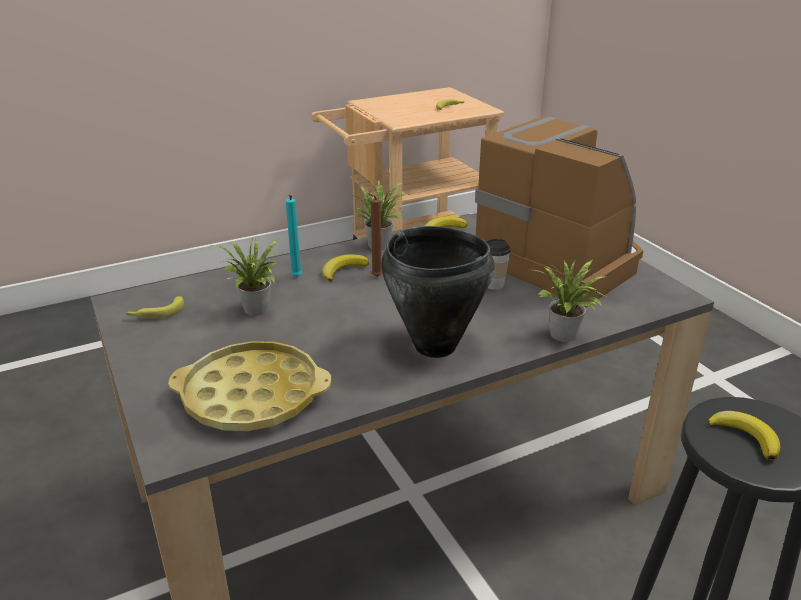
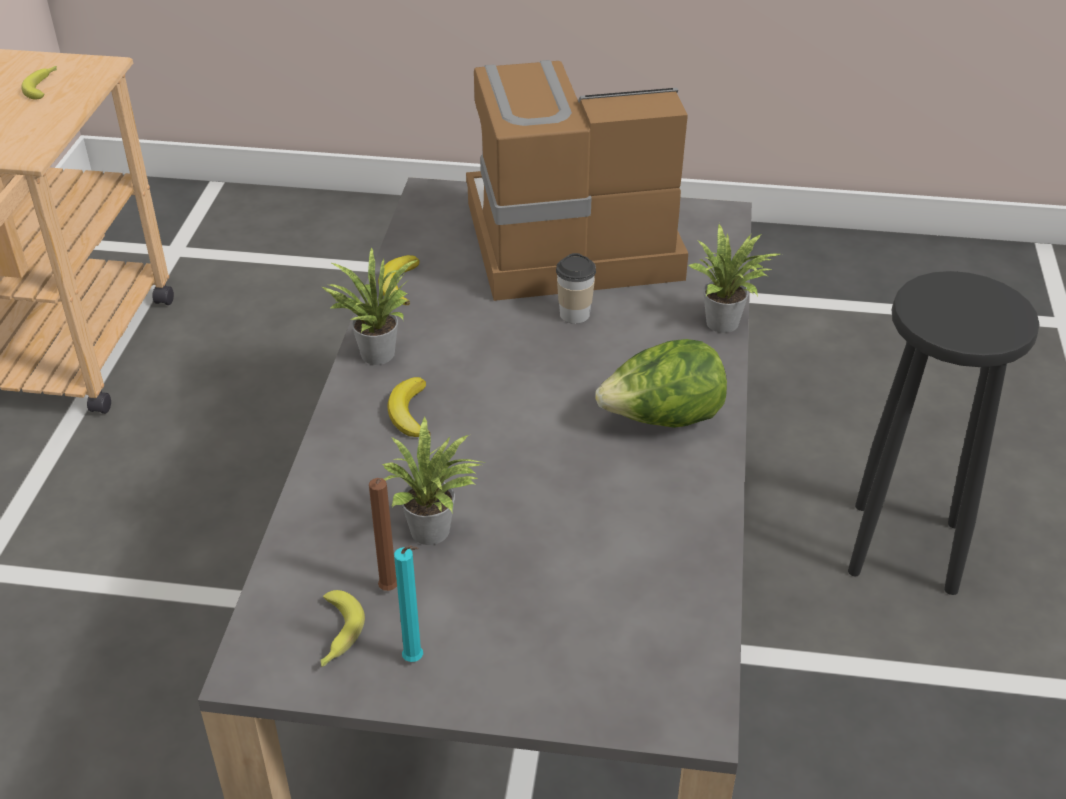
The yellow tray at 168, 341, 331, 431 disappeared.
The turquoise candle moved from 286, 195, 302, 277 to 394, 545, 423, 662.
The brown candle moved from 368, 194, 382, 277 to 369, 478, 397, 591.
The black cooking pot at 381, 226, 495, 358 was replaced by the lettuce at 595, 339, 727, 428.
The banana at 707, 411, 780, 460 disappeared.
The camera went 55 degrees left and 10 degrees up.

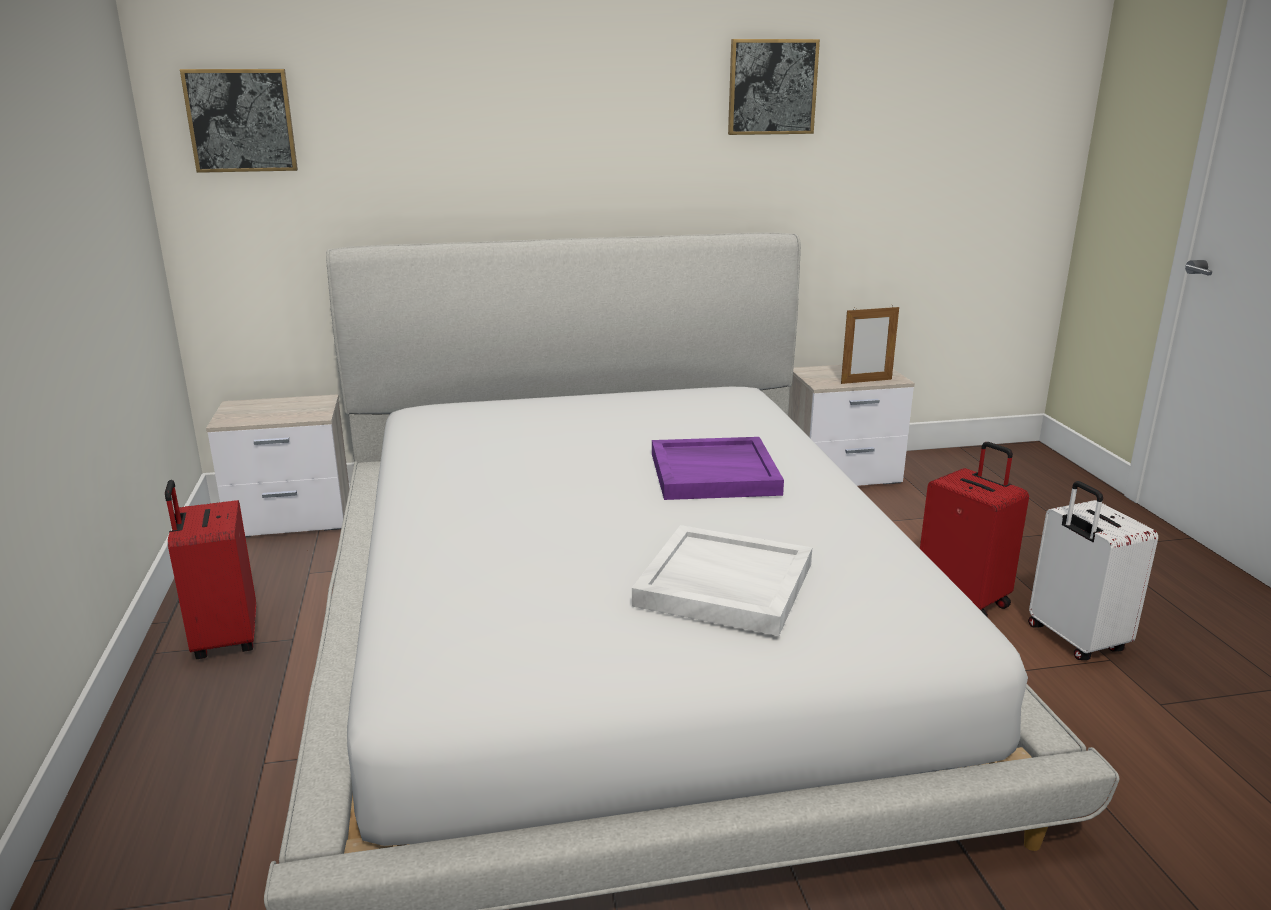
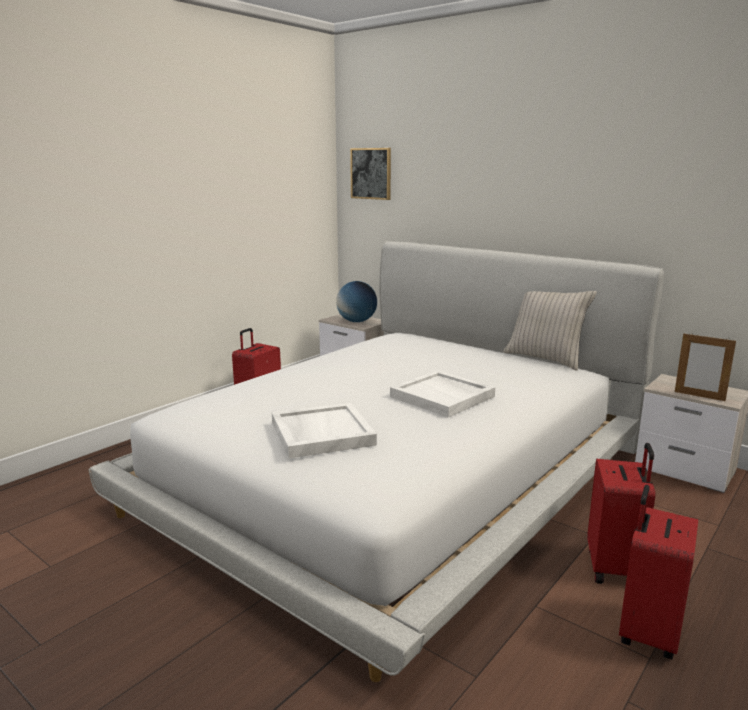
The purple tray at 652, 437, 784, 500 became the white tray at 390, 370, 495, 417.
The picture at 728, 39, 820, 135 disappeared.
The white suitcase at 1028, 481, 1158, 660 became the red suitcase at 619, 485, 698, 659.
The globe at 336, 281, 377, 322 appeared.
The beige pillow at 504, 291, 597, 371 appeared.
The camera went 50 degrees right and 5 degrees down.

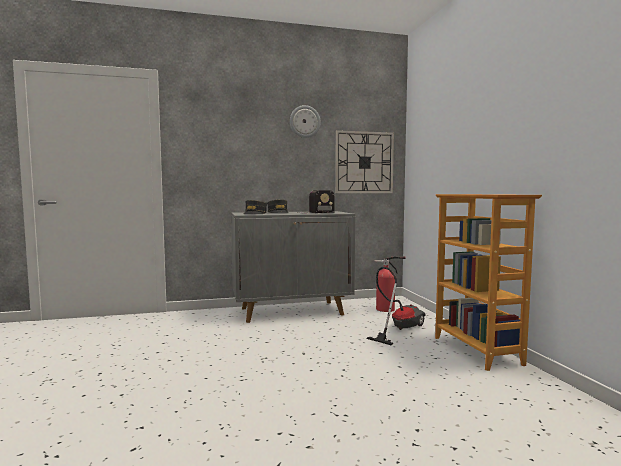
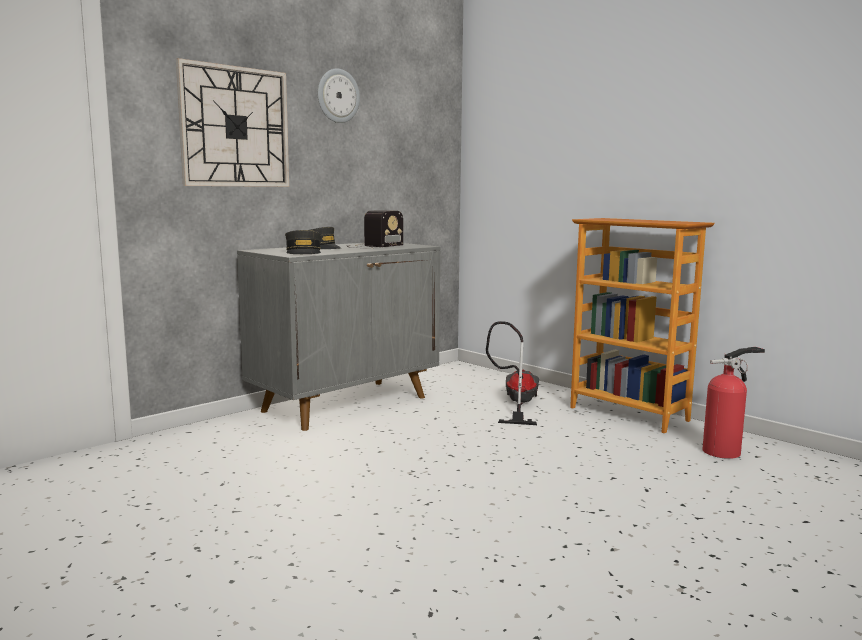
The wall clock moved from 335, 130, 394, 193 to 176, 58, 289, 187.
The fire extinguisher moved from 375, 256, 405, 312 to 702, 347, 765, 459.
The camera went 30 degrees left and 5 degrees up.

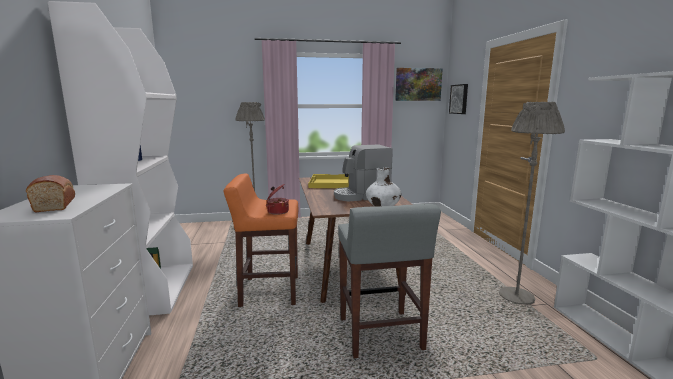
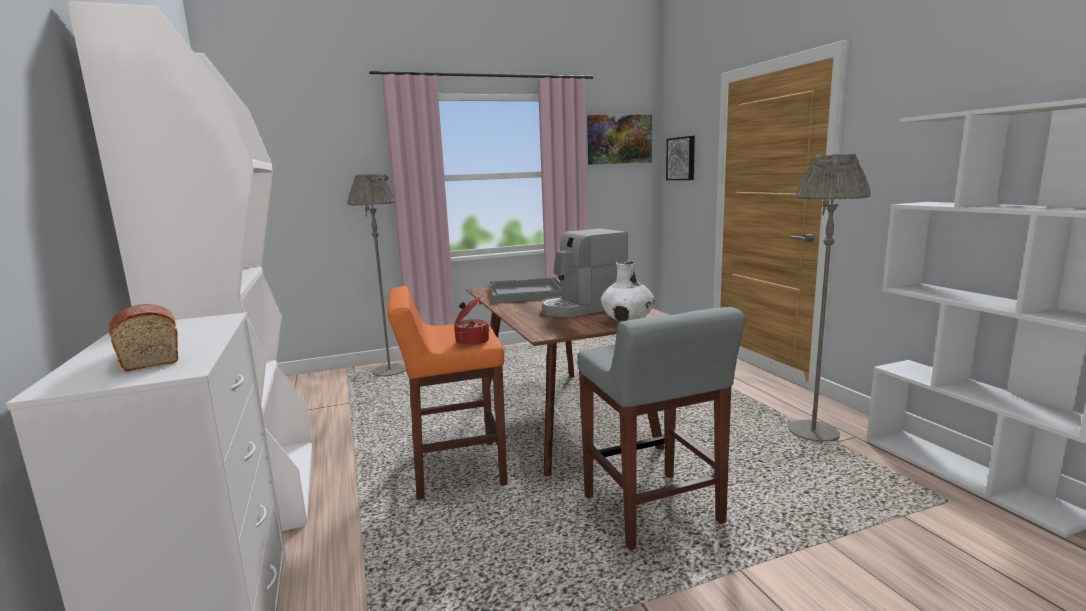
The yellow tray at 308, 174, 349, 188 became the grey tray at 489, 277, 561, 303.
The camera went 10 degrees left and 0 degrees up.

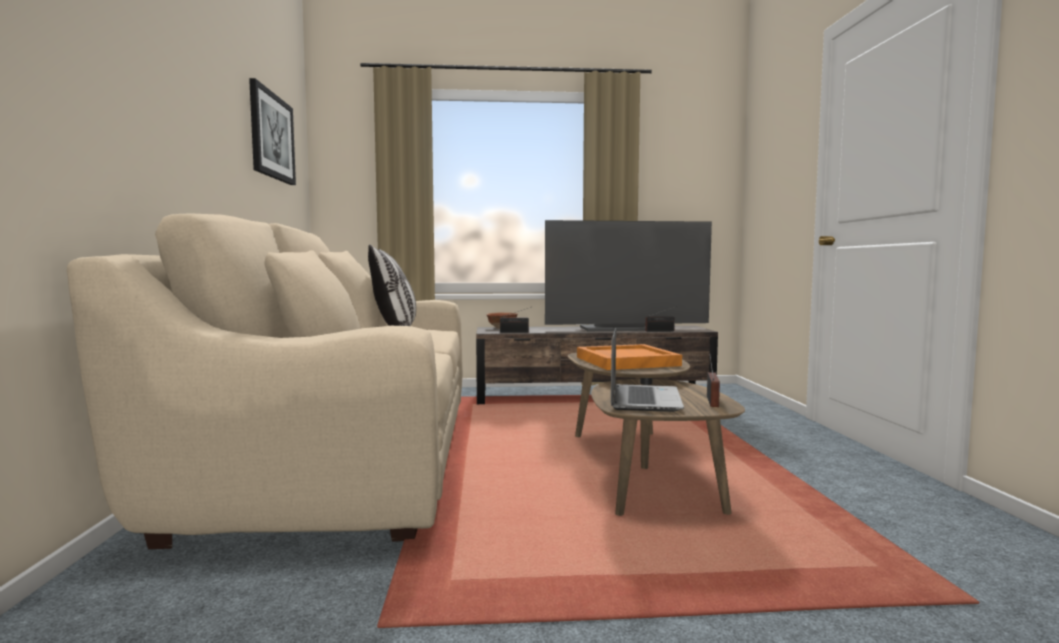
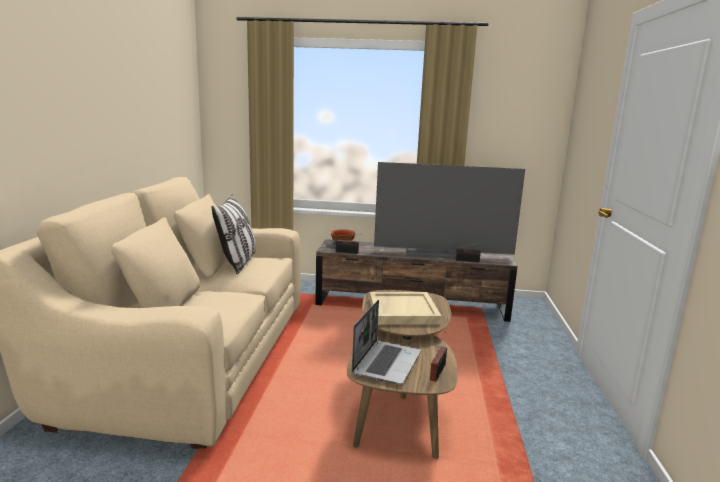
The picture at 249, 78, 296, 185 disappeared.
The orange tray at 577, 344, 682, 370 became the beige tray at 369, 292, 441, 325.
The camera went 10 degrees right and 10 degrees up.

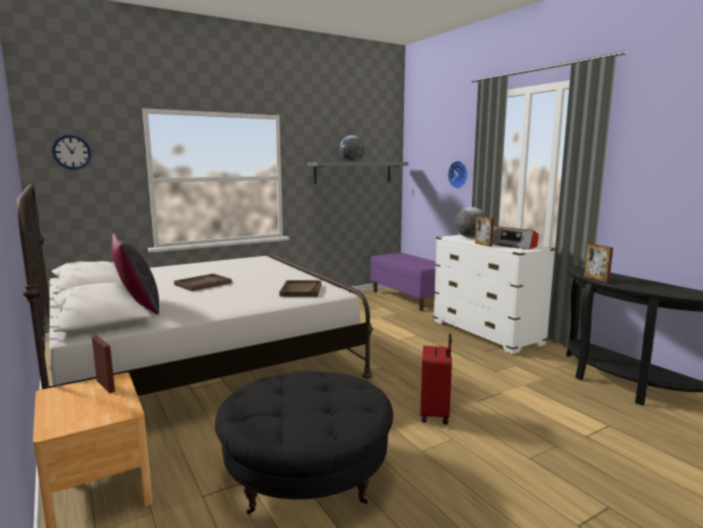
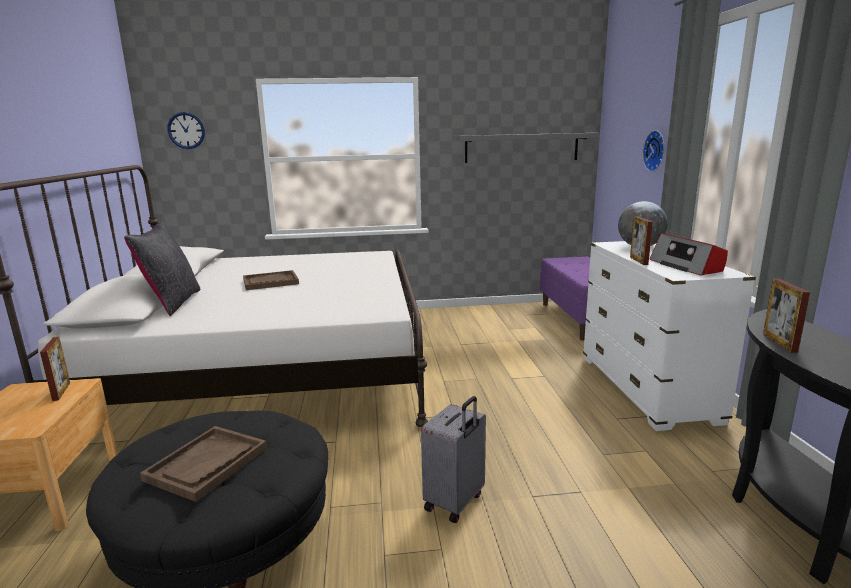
The brown tray moved from 279, 280, 321, 297 to 140, 426, 267, 502.
The globe at 339, 135, 365, 162 disappeared.
The red suitcase at 420, 334, 452, 425 became the grey suitcase at 421, 396, 486, 523.
The camera went 25 degrees right and 5 degrees up.

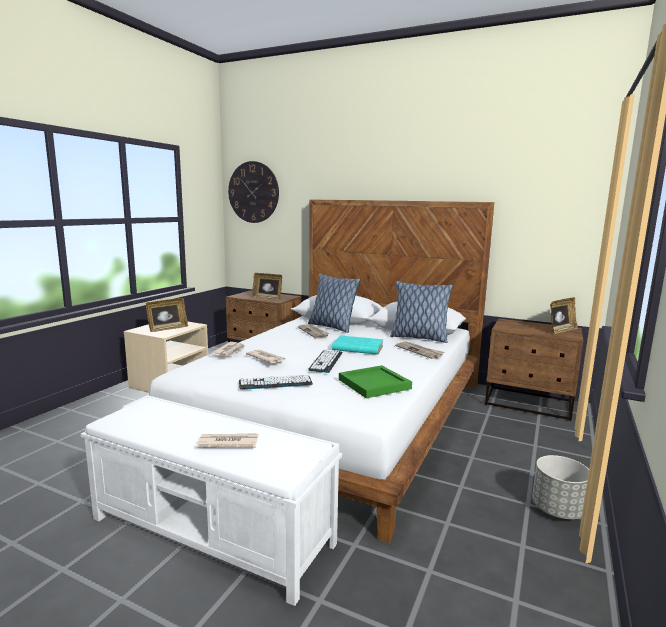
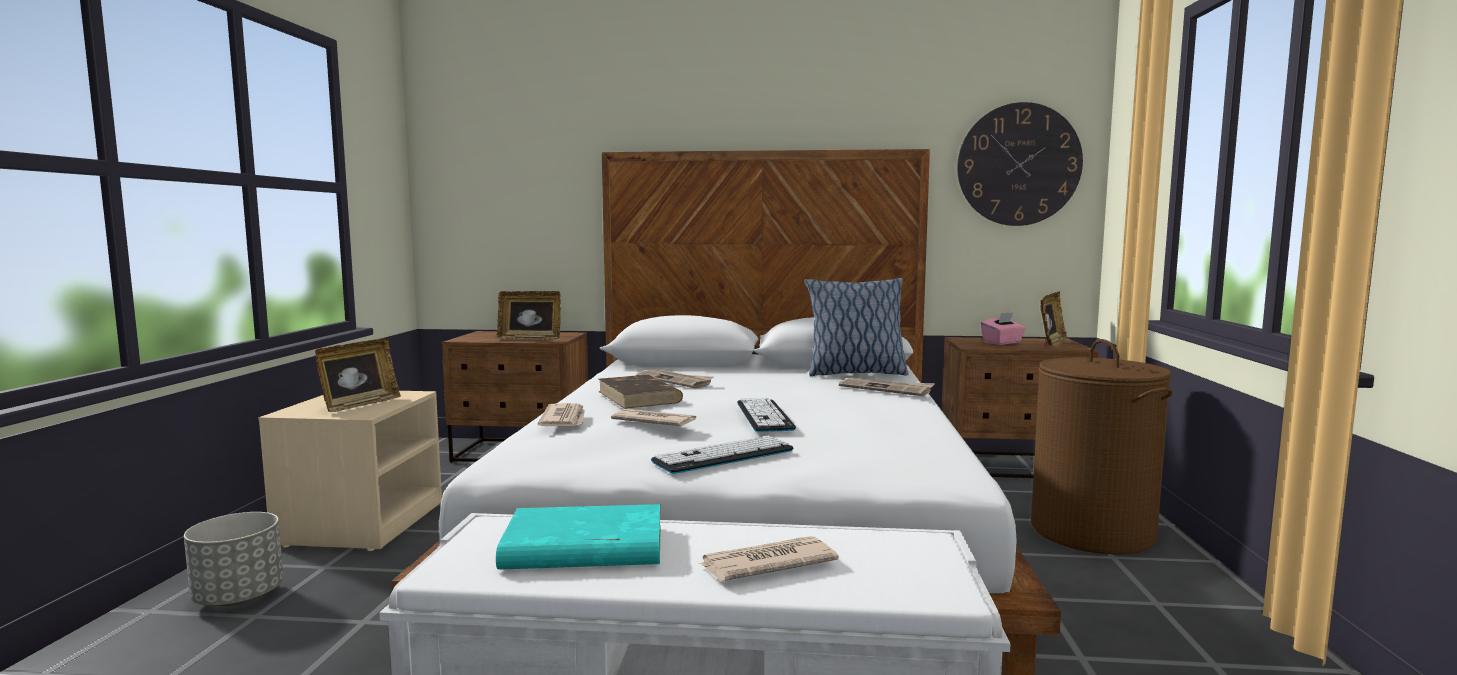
The wall clock moved from 228, 161, 279, 223 to 957, 102, 1083, 226.
The pillow at 308, 274, 361, 333 disappeared.
The turquoise book moved from 332, 335, 384, 355 to 496, 504, 661, 570.
The green tray at 339, 365, 412, 398 disappeared.
The grey planter moved from 532, 455, 589, 519 to 184, 512, 284, 606.
The brown book at 598, 375, 683, 409 appeared.
The pink tissue box at 981, 312, 1026, 345 appeared.
The brown laundry basket at 1031, 339, 1172, 555 appeared.
The camera went 20 degrees left and 5 degrees down.

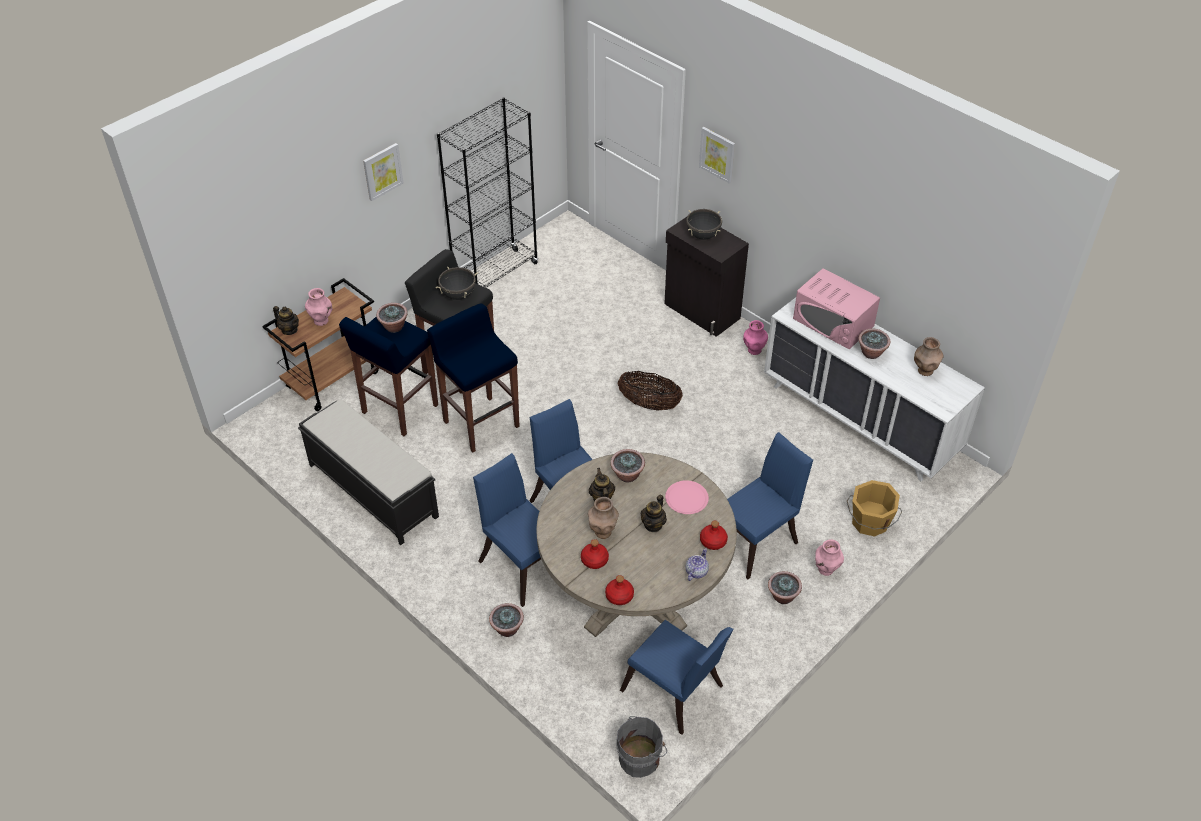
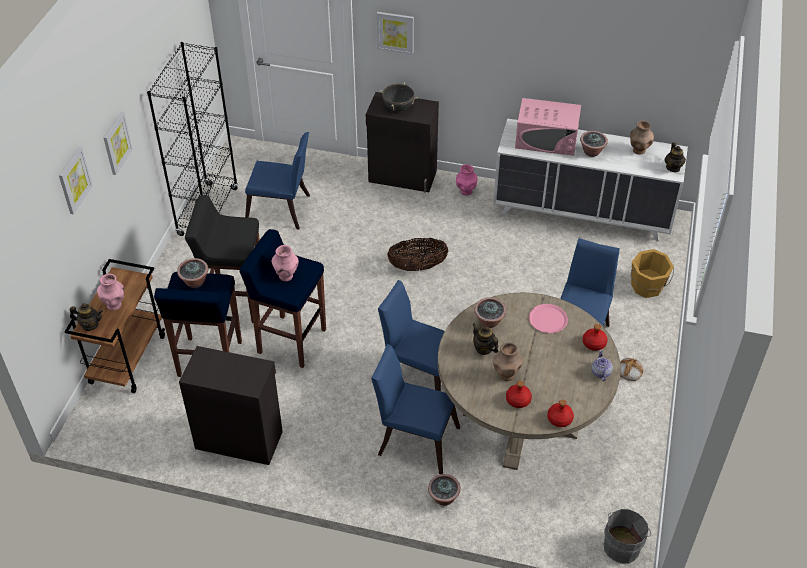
The black bench at 298, 399, 439, 545 was replaced by the black cabinet at 179, 346, 283, 465.
The black cooking pot at 435, 266, 478, 300 disappeared.
The blue chair moved from 620, 620, 734, 735 to 245, 132, 310, 230.
The teapot moved from 641, 495, 667, 532 to 664, 142, 686, 172.
The potted plant at 768, 571, 802, 604 was replaced by the bread at 620, 358, 643, 381.
The pink vase moved from 815, 539, 844, 576 to 272, 245, 299, 281.
The picture at 59, 147, 93, 214 appeared.
The camera went 30 degrees left and 0 degrees up.

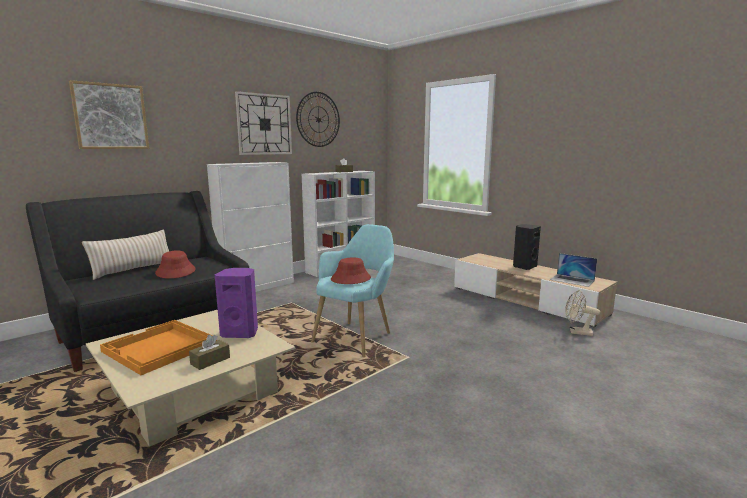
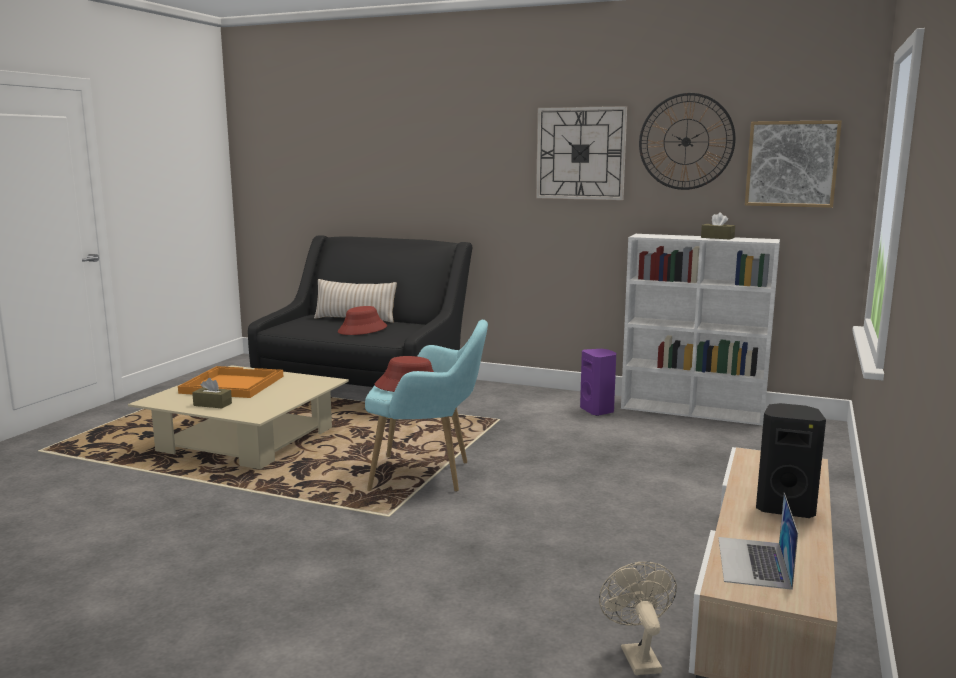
The picture moved from 69, 80, 149, 149 to 745, 120, 842, 208.
The white cabinet at 207, 162, 294, 292 disappeared.
The purple speaker moved from 215, 268, 258, 338 to 580, 349, 616, 416.
The camera went 65 degrees right and 0 degrees up.

